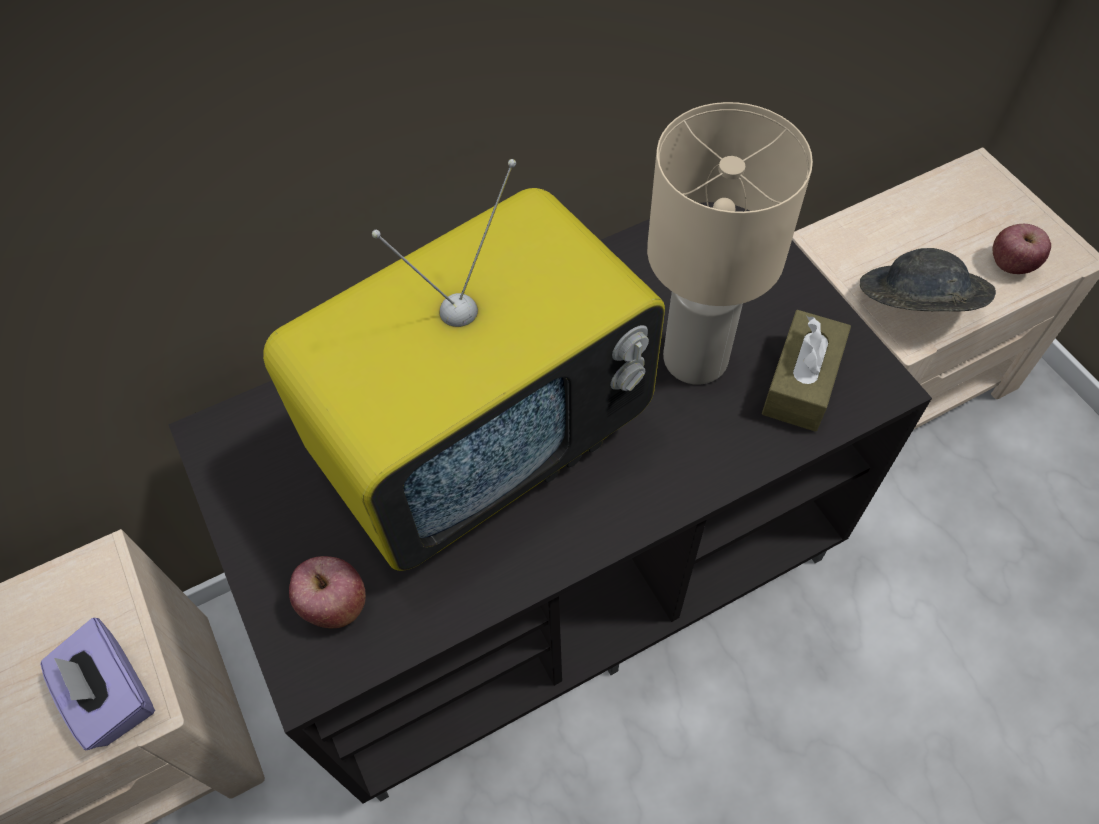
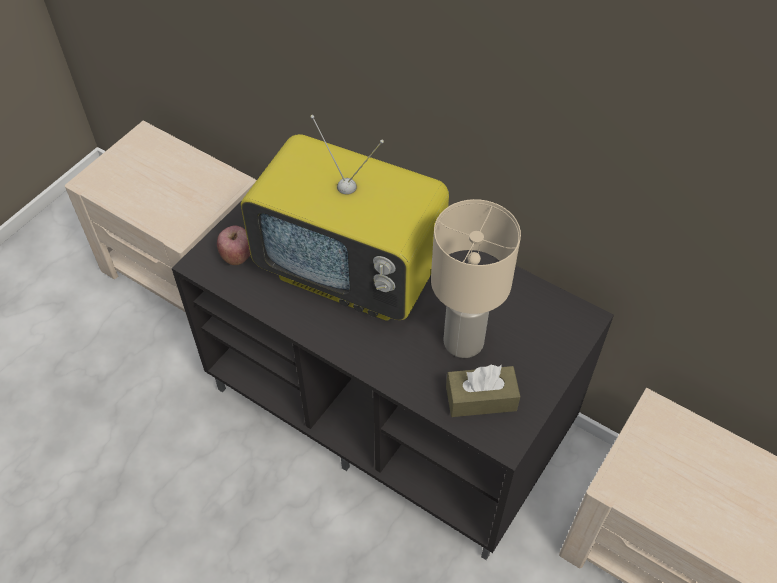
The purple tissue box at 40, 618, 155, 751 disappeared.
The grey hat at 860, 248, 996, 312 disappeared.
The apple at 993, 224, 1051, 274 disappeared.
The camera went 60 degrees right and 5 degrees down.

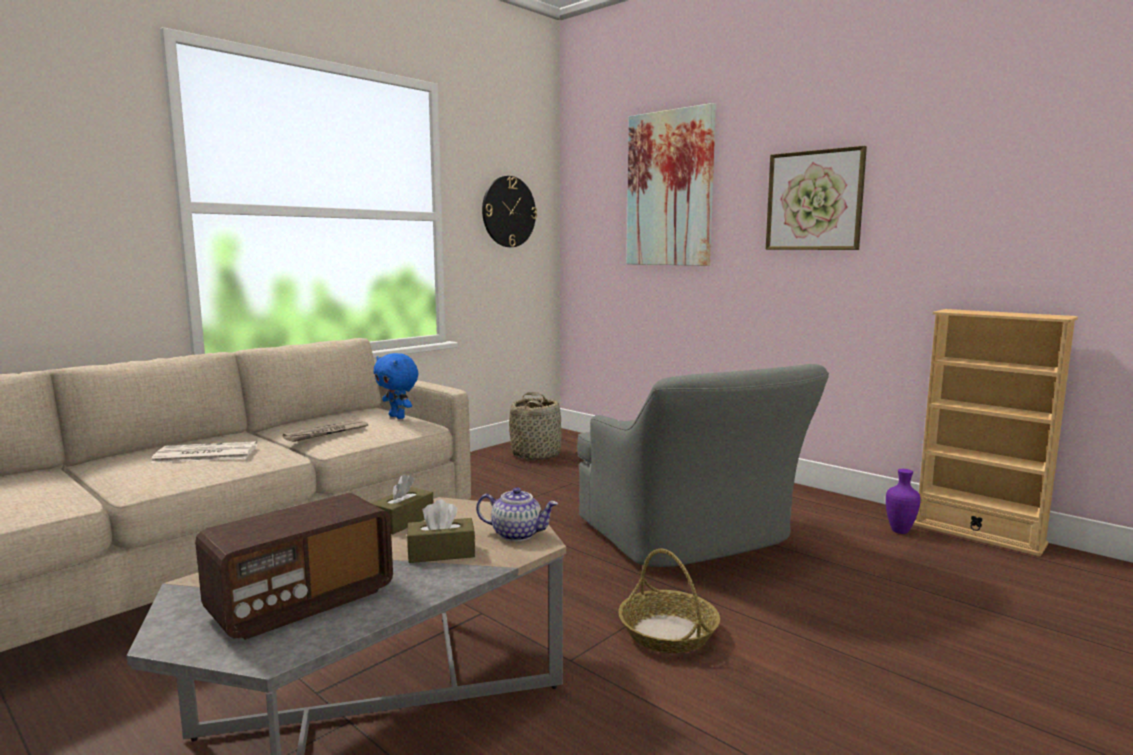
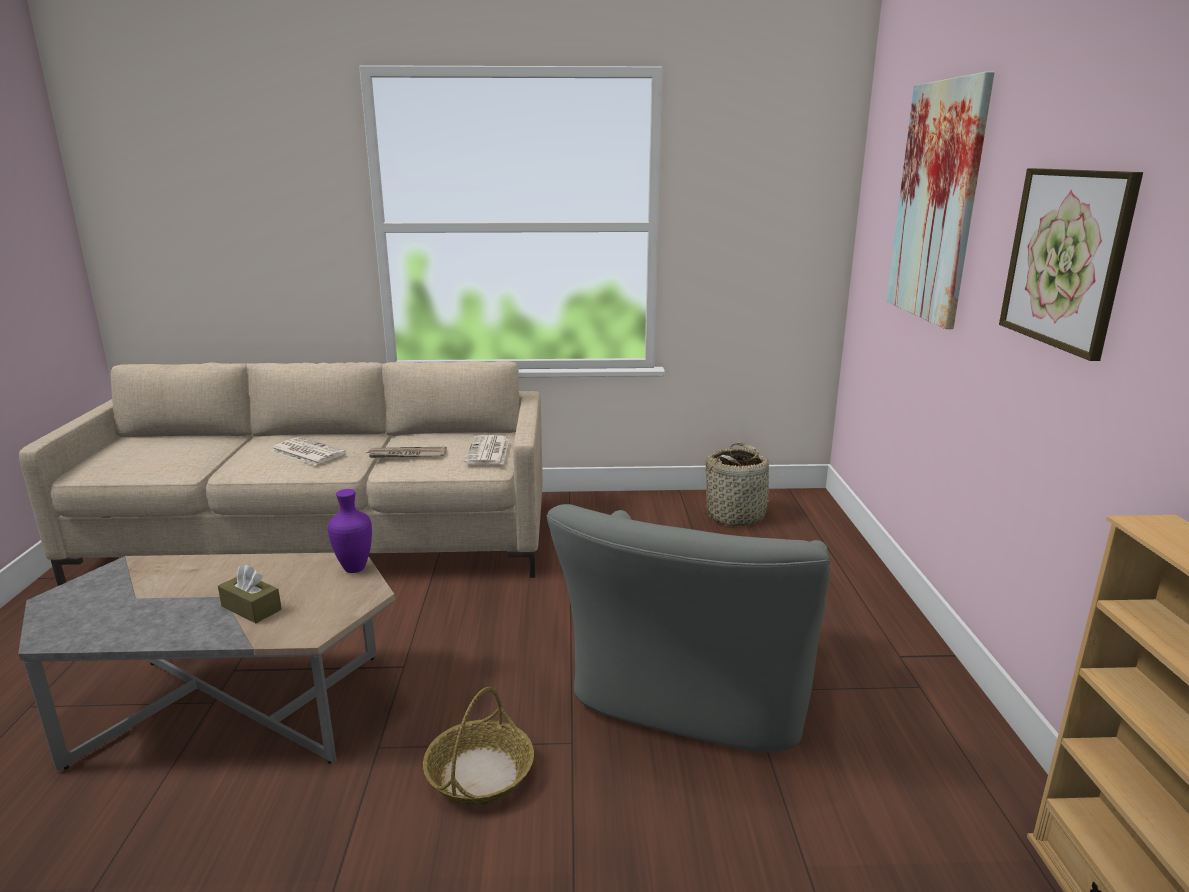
The radio at 195, 493, 393, 640 disappeared.
The brown tissue box at 371, 474, 433, 534 disappeared.
The blue plush toy at 374, 353, 419, 419 was replaced by the newspaper at 465, 435, 509, 465.
The teapot at 476, 487, 558, 541 disappeared.
The wall clock at 482, 176, 537, 247 disappeared.
The purple vase moved from 886, 469, 921, 534 to 328, 489, 372, 573.
The camera went 45 degrees right and 10 degrees up.

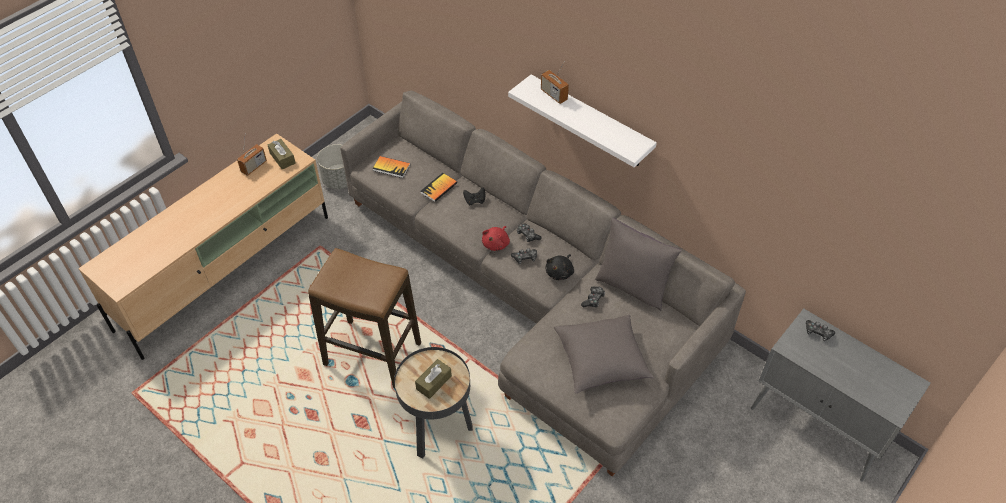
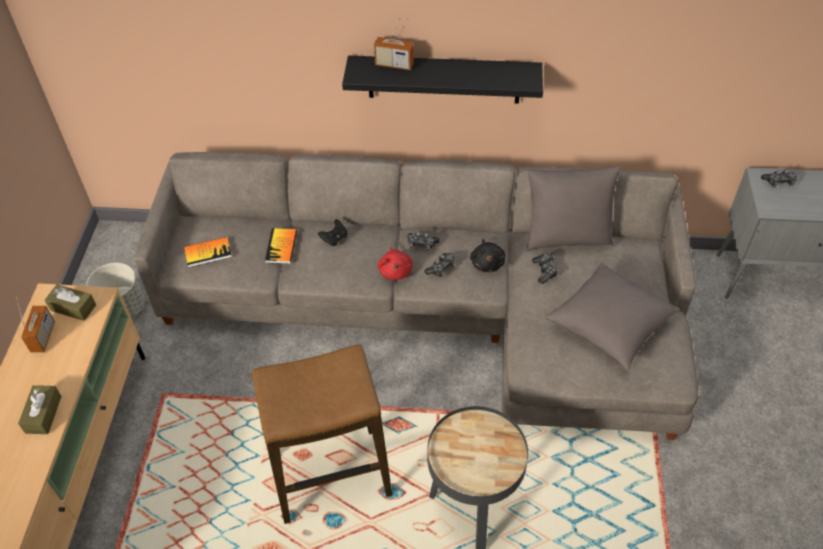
The brown tissue box moved from 415, 359, 452, 399 to 18, 385, 62, 434.
The white shelf at 508, 74, 657, 167 became the black shelf at 342, 56, 543, 104.
The camera went 35 degrees left and 0 degrees up.

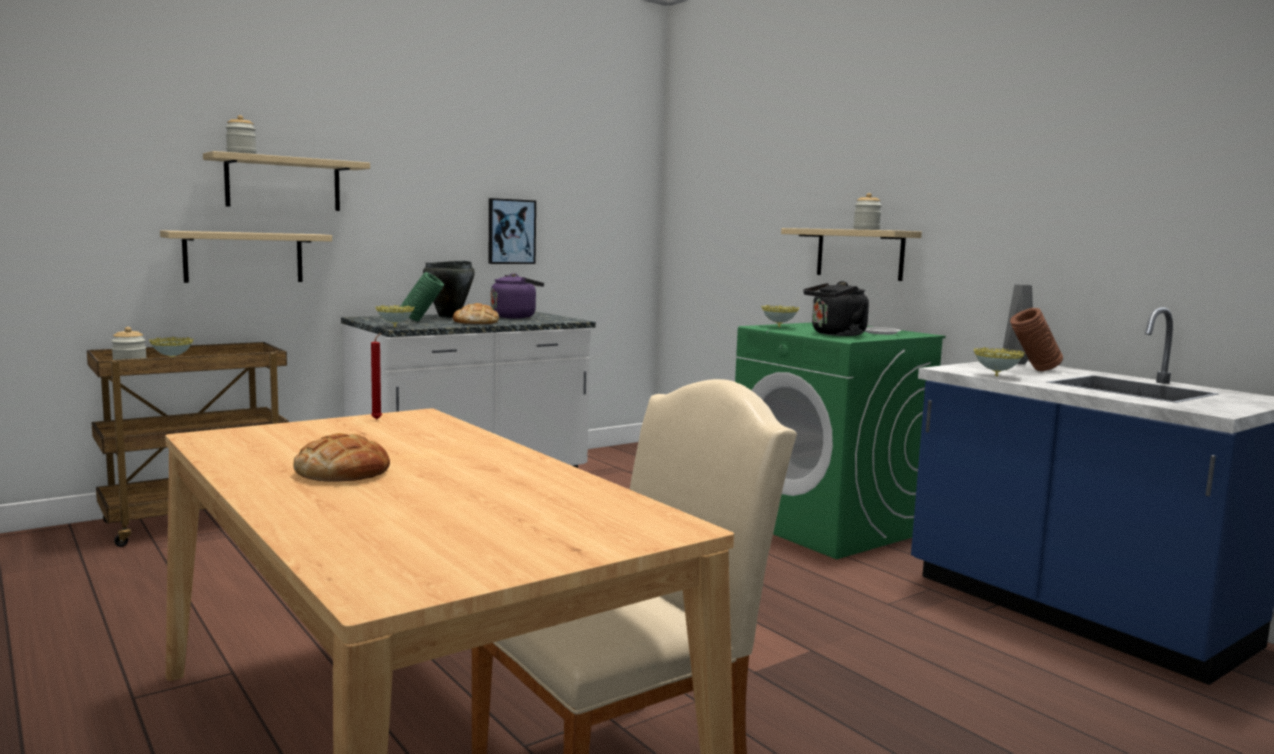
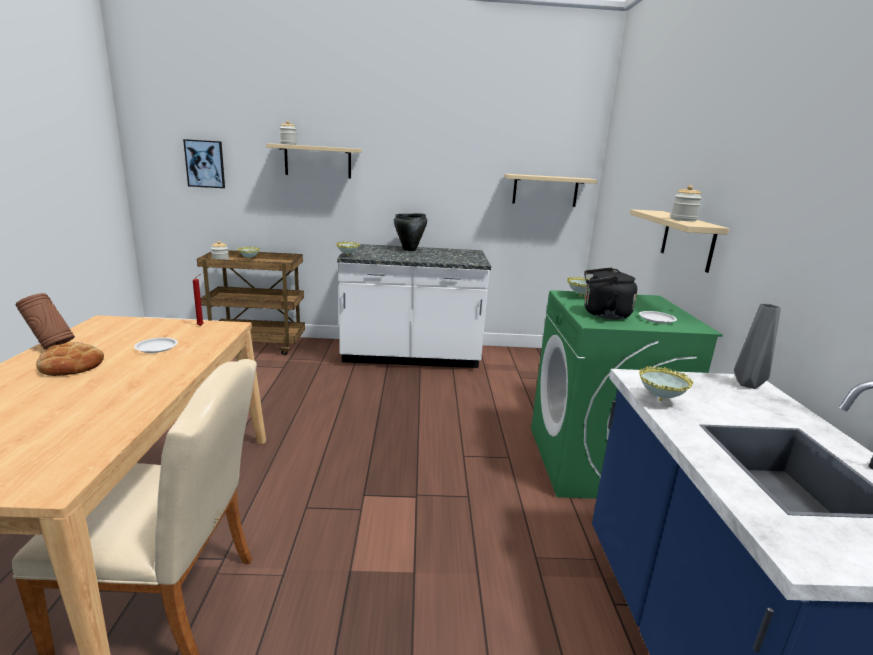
The beige shelf moved from 160, 230, 332, 283 to 504, 174, 597, 207.
The green vase at 401, 272, 444, 321 disappeared.
The bread at 453, 303, 499, 324 disappeared.
The picture moved from 489, 198, 536, 264 to 183, 139, 225, 188.
The purple kettle at 491, 273, 544, 318 disappeared.
The brown vase moved from 1010, 308, 1063, 371 to 16, 293, 75, 350.
The white plate at 134, 338, 178, 353 appeared.
The camera went 35 degrees right and 10 degrees up.

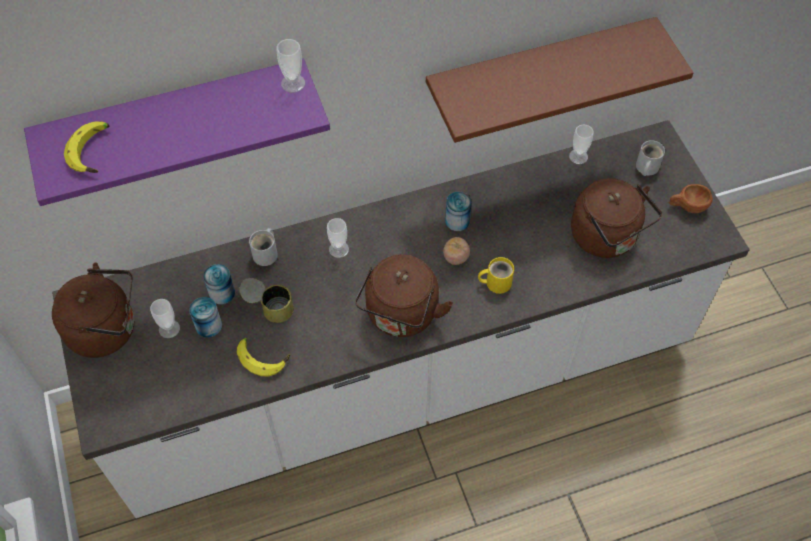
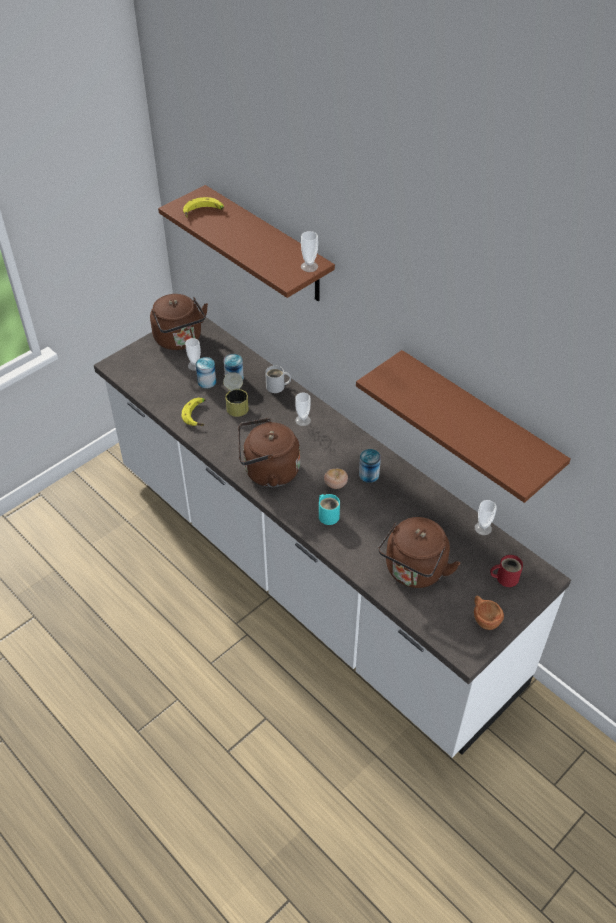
The purple shelf at 24, 58, 330, 206 became the brown shelf at 158, 185, 335, 301.
The yellow mug at 478, 257, 514, 294 became the turquoise mug at 319, 494, 340, 525.
The white mug at 636, 140, 665, 176 became the red mug at 490, 555, 523, 587.
The camera went 65 degrees right and 10 degrees down.

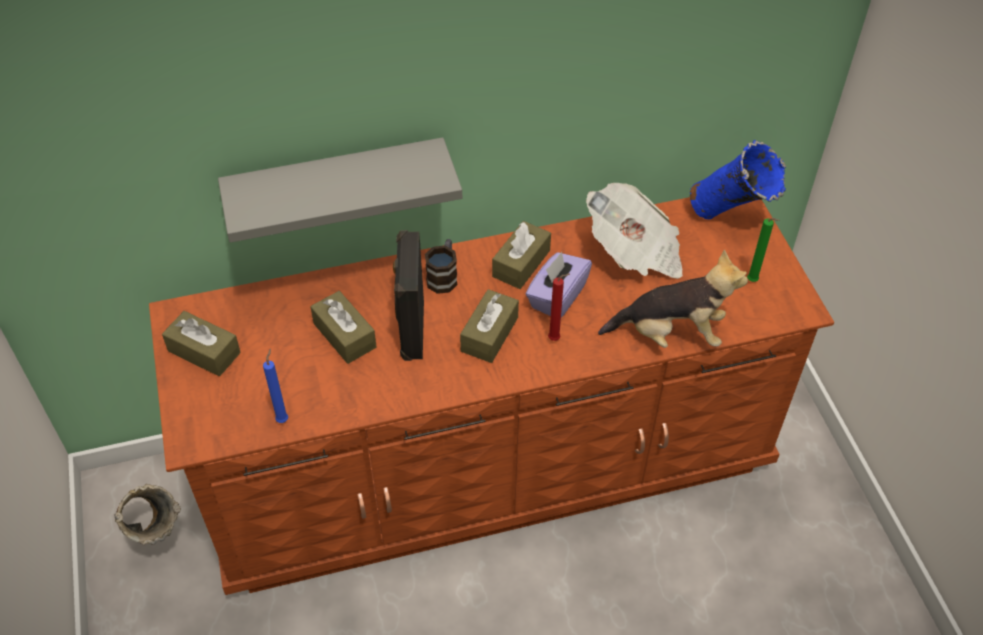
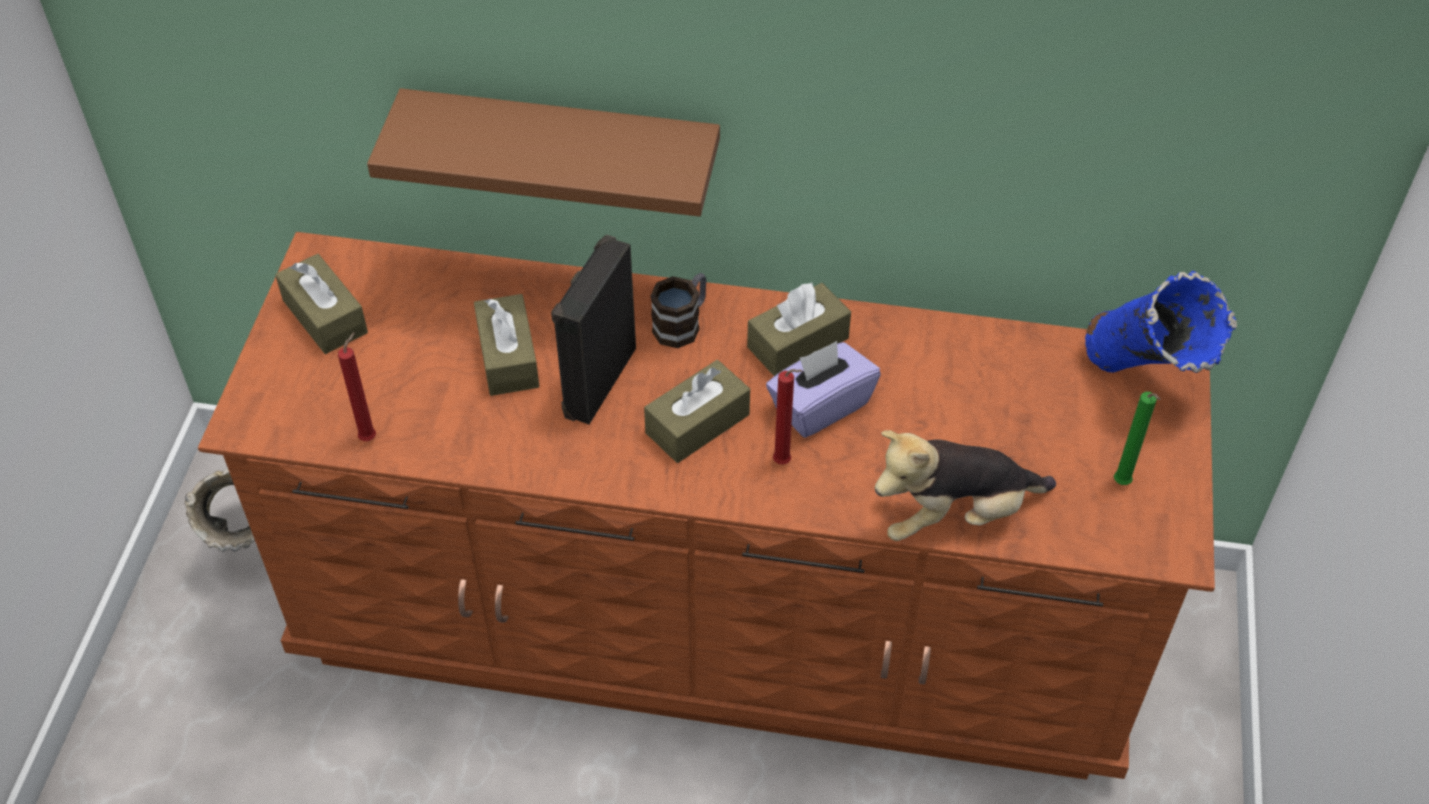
The grey shelf at 218, 137, 462, 243 became the brown shelf at 367, 88, 720, 217.
The blue candle at 263, 349, 288, 423 became the red candle at 338, 333, 376, 441.
The newspaper at 586, 183, 683, 279 disappeared.
The plush toy at 598, 250, 748, 348 turned 135 degrees clockwise.
The camera went 25 degrees right and 0 degrees up.

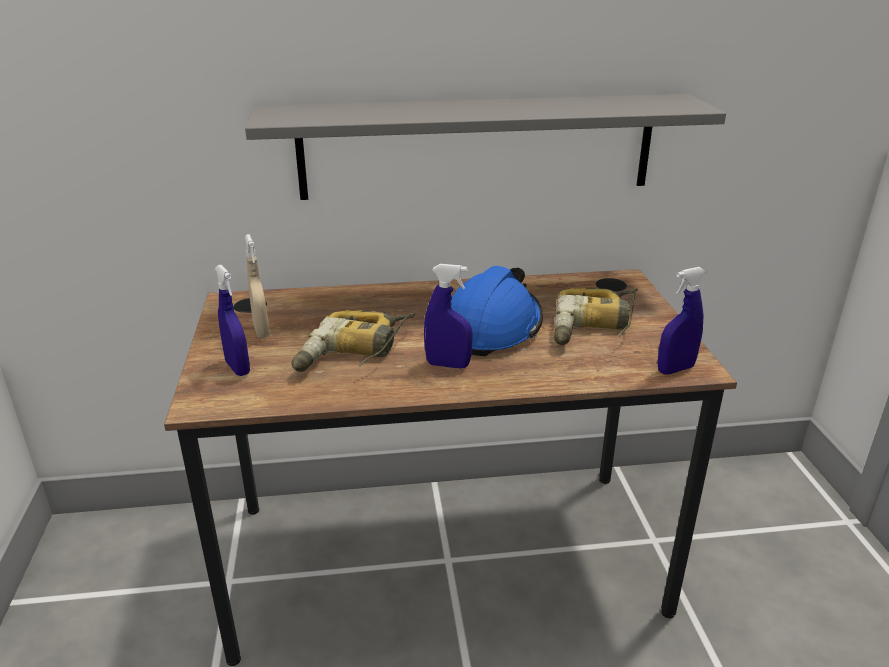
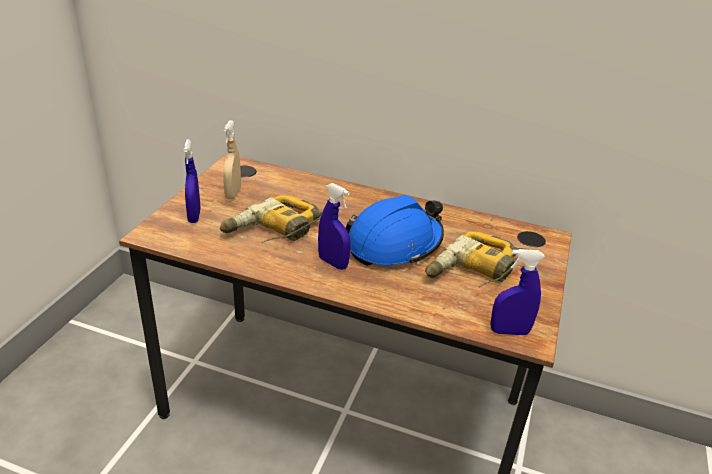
The grey shelf at 245, 94, 726, 200 disappeared.
The camera went 25 degrees right and 5 degrees up.

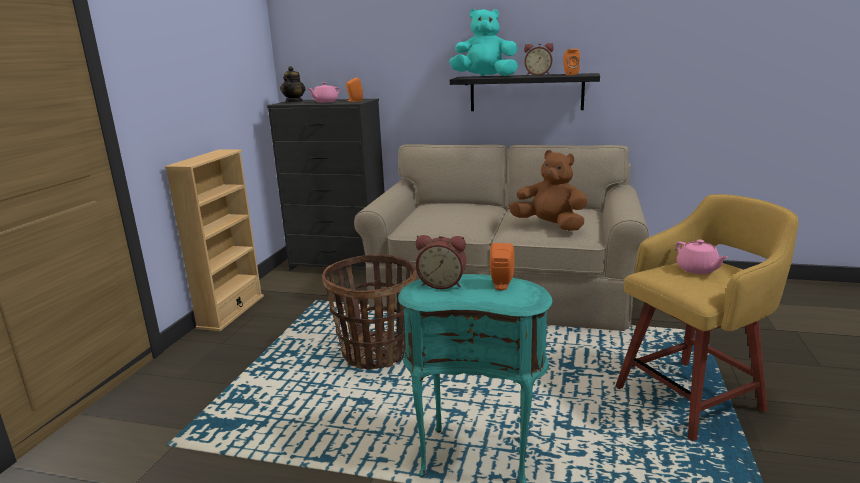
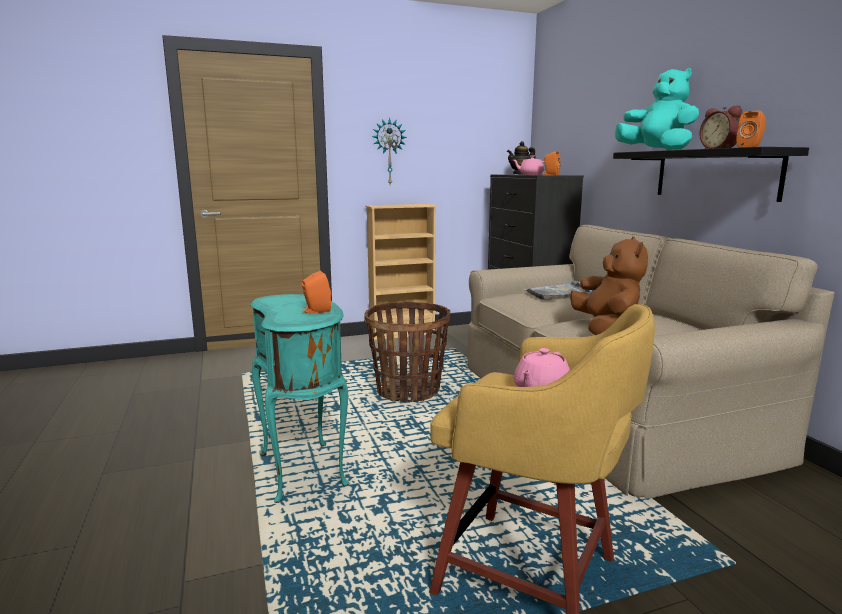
The alarm clock at 416, 235, 466, 289 disappeared.
The wall clock at 372, 117, 407, 185 appeared.
The grey tray at 524, 281, 594, 300 appeared.
The camera went 55 degrees right and 5 degrees down.

